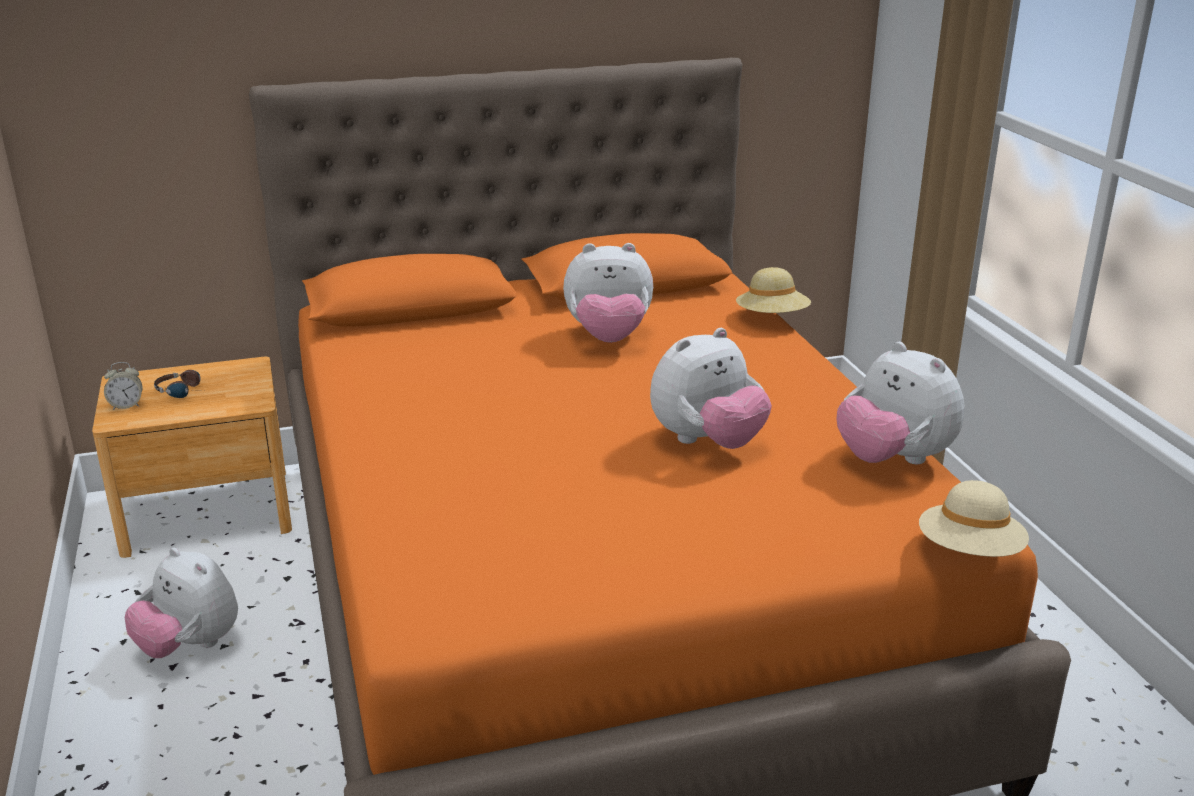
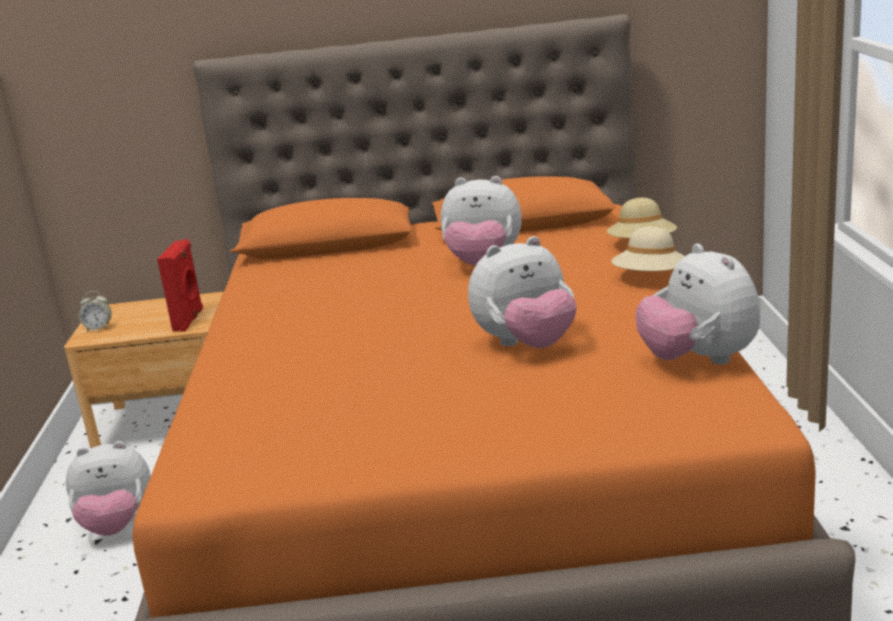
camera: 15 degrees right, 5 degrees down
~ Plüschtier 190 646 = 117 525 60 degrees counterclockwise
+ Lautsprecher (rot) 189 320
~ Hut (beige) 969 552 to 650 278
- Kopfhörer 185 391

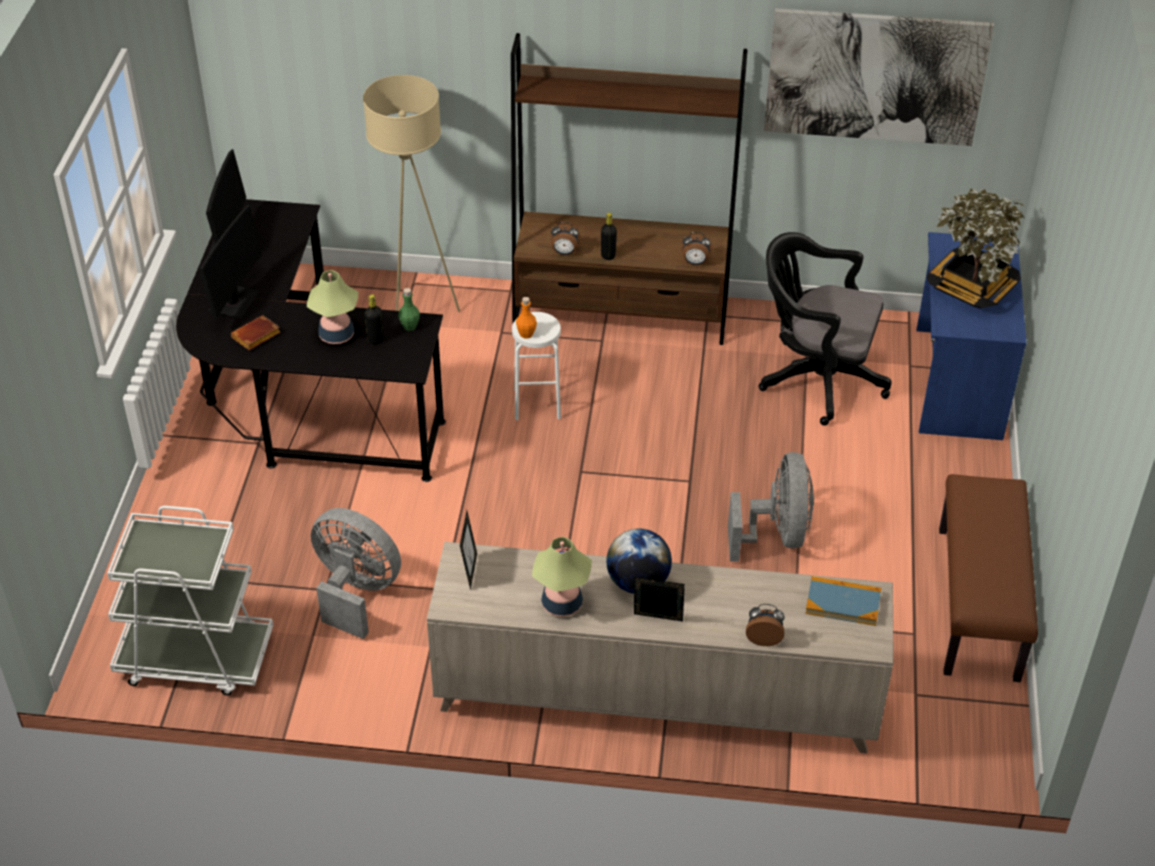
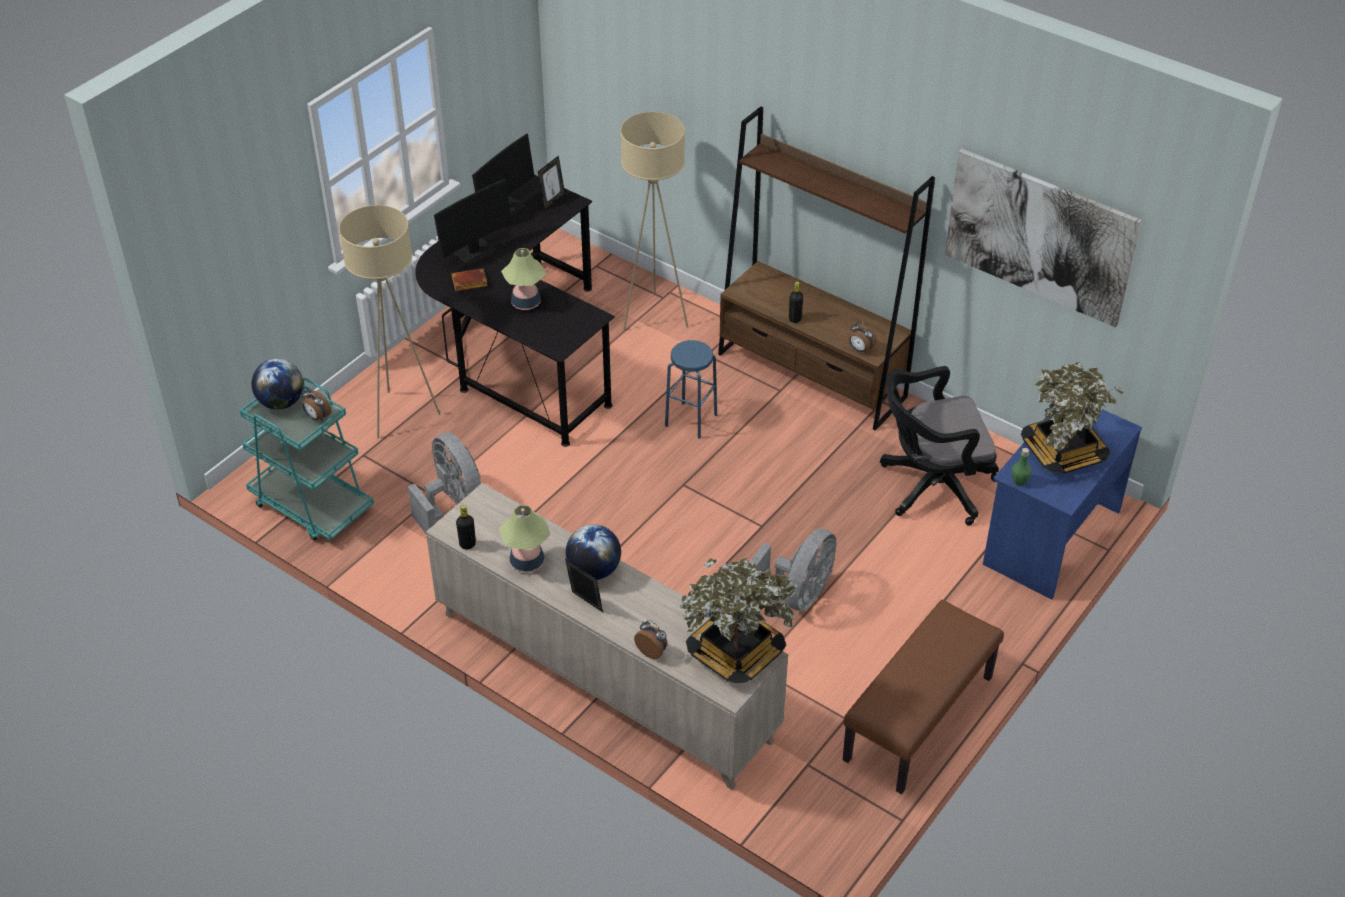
camera: 30 degrees right, 0 degrees up
~ Rollwagen (weiß) 195 658 to Rollwagen (türkis) 311 505
+ Globus 281 402
~ Wecker 565 253 to 317 417
+ Stehlampe (beige) 401 415
~ Flasche (schwarz) 375 339 to 467 544
~ Bilderrahmen 469 571 to 552 201
~ Hocker (weiß) 537 404 to Hocker (blau) 691 420
~ Buch 843 603 to Topfpflanze 735 652
~ Bürostuhl (schwarz) 815 378 = 930 487 60 degrees counterclockwise
~ Flasche (grün) 410 326 to 1019 481
- Flasche (orange) 526 334

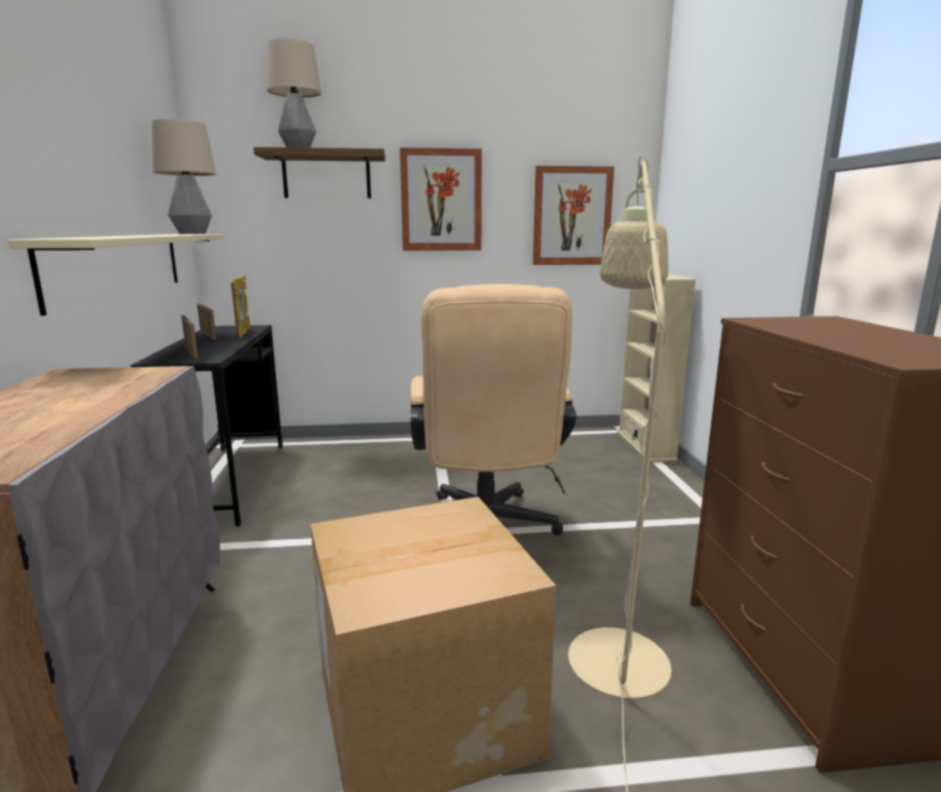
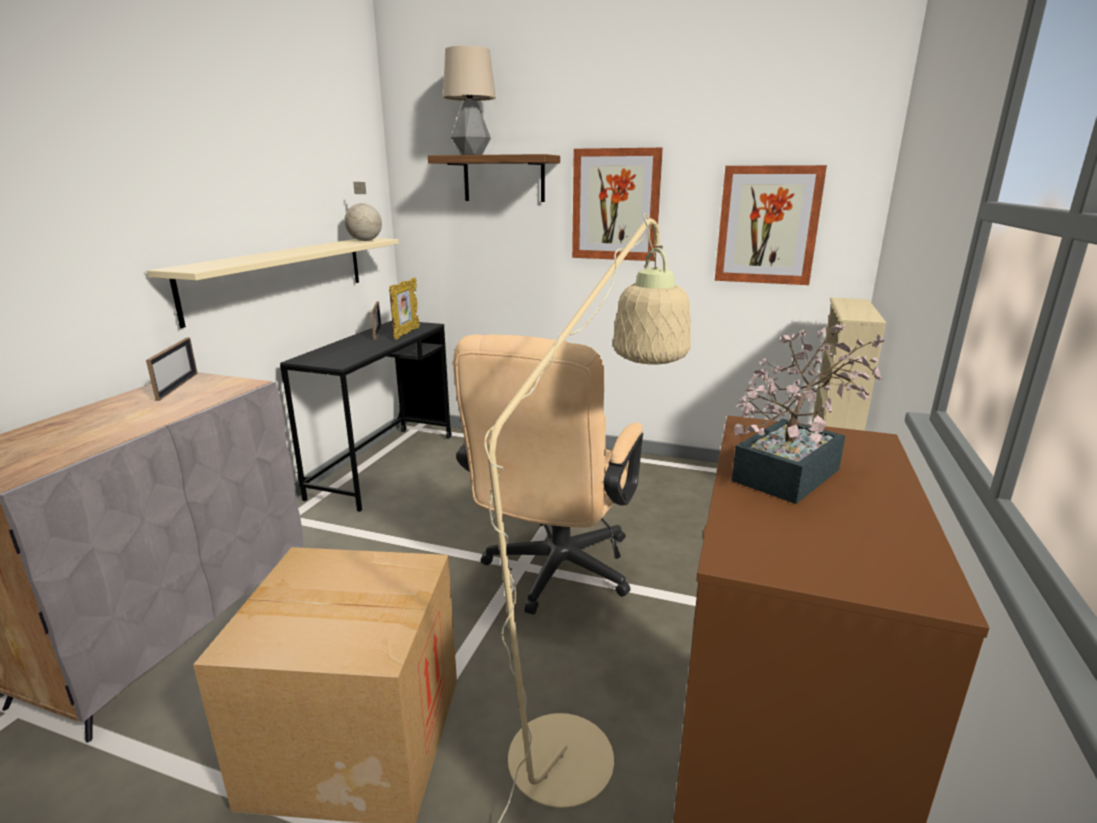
camera: 25 degrees right, 5 degrees up
~ Bilderrahmen 191 352 to 177 386
~ Tischlampe 192 233 to Globus 365 241
+ Topfpflanze 794 471

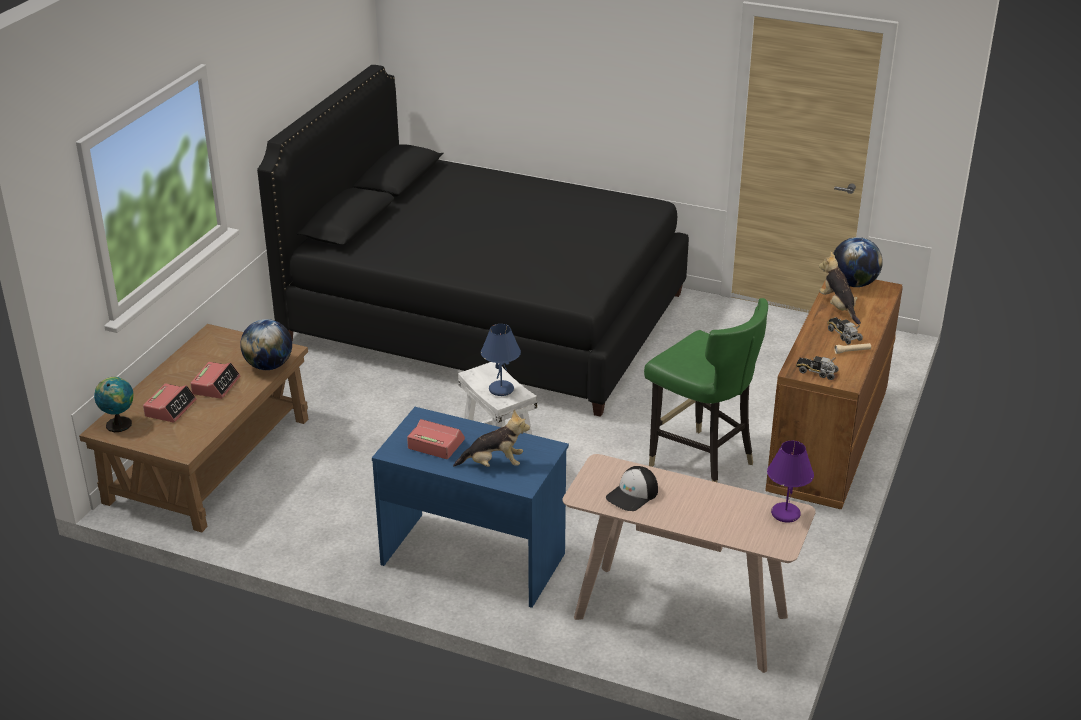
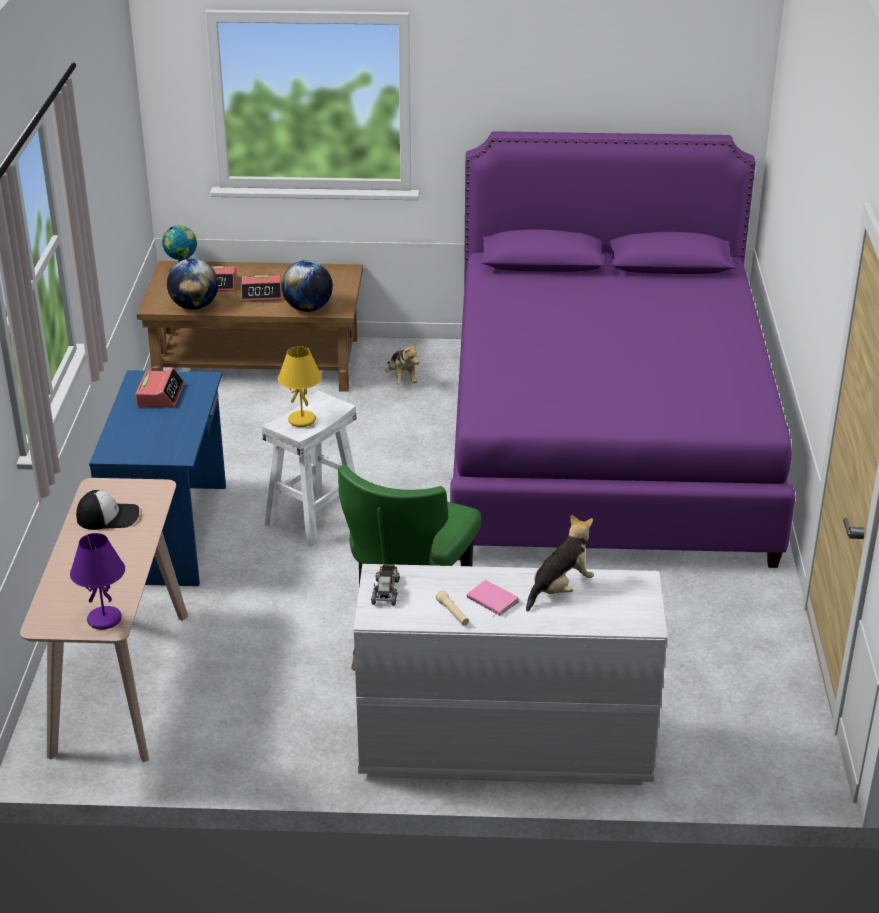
camera: 70 degrees right, 0 degrees up
~ Kappe 633 495 = 108 516 150 degrees clockwise
~ Globus 854 284 to 194 306
~ Tischlampe (blau) 501 389 to Tischlampe (gelb) 302 420
~ Kommode (braun) 827 445 to Kommode (weiß) 503 747
~ Plüschtier 494 464 to 402 379
~ Bett (schwarz) 486 317 to Bett (lila) 606 444
~ Spielzeuglaster 843 334 to Buch (rosa) 491 601

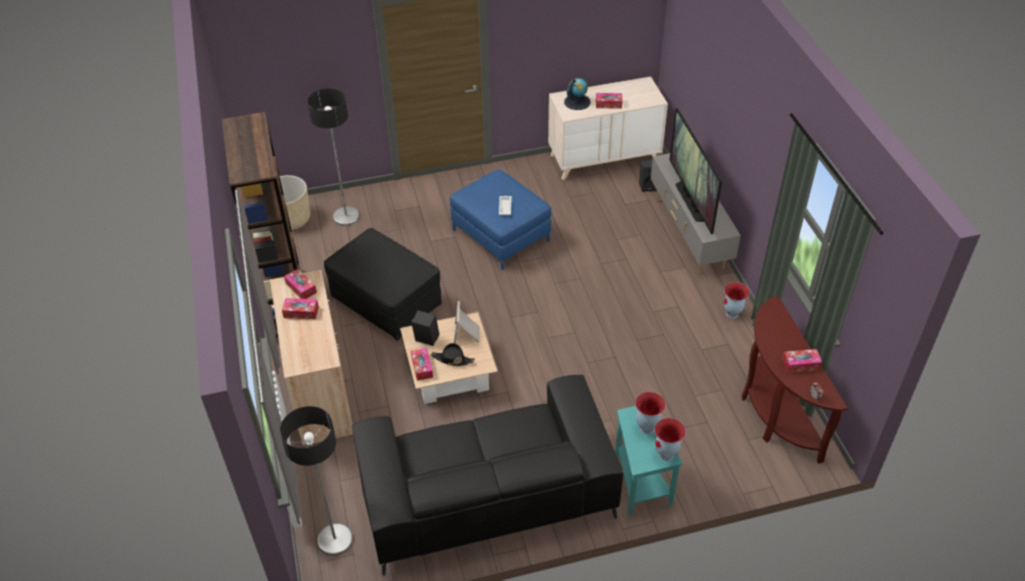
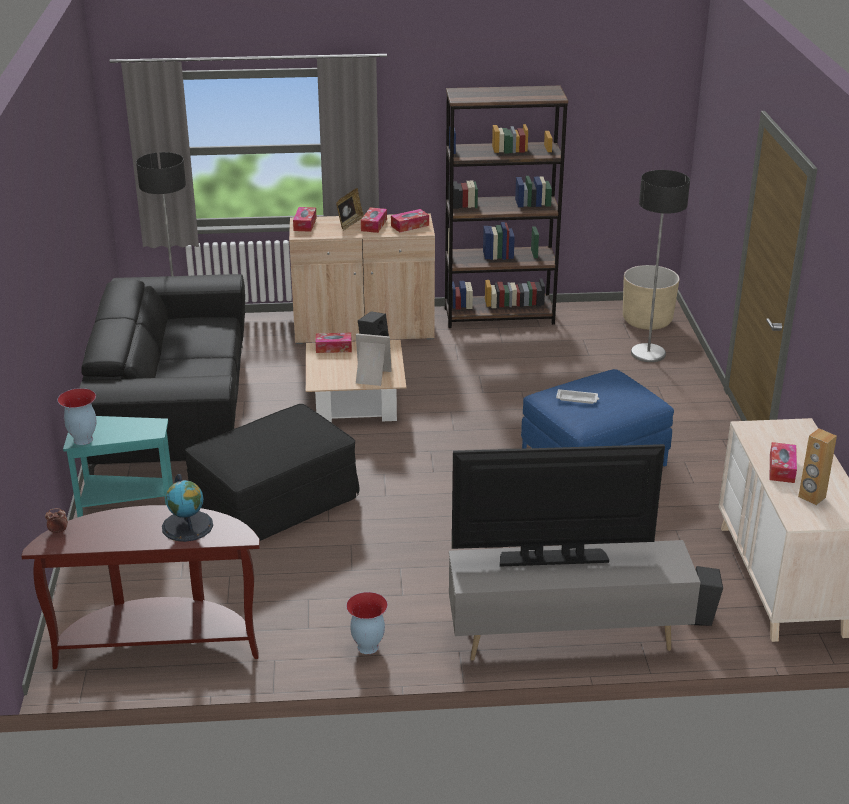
camera: 100 degrees right, 15 degrees down
~ Globus 577 102 to 187 526
~ Polsterhocker (schwarz) 386 300 to 275 504
~ Taschentuchbox 800 364 to 305 224
+ Bilderrahmen 349 223
+ Lautsprecher (braun) 811 497
- Hut (schwarz) 452 359
- Vase 646 427

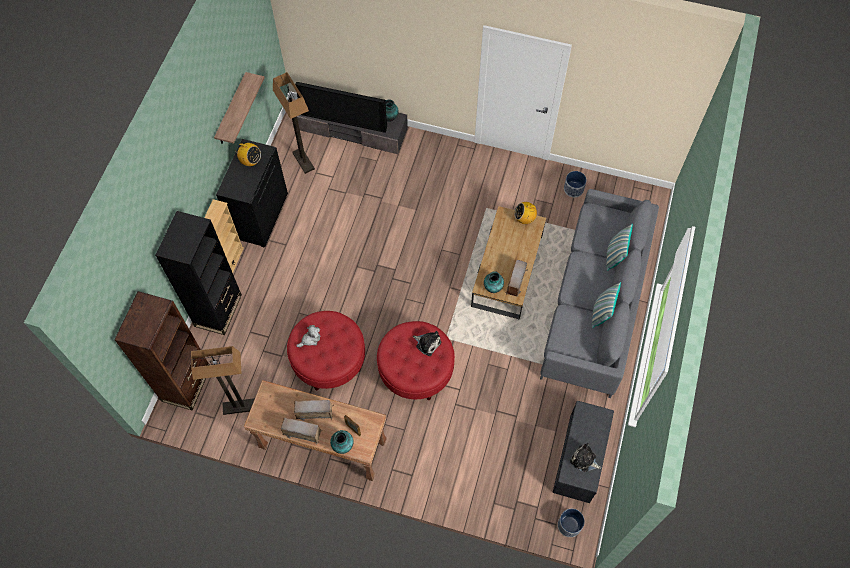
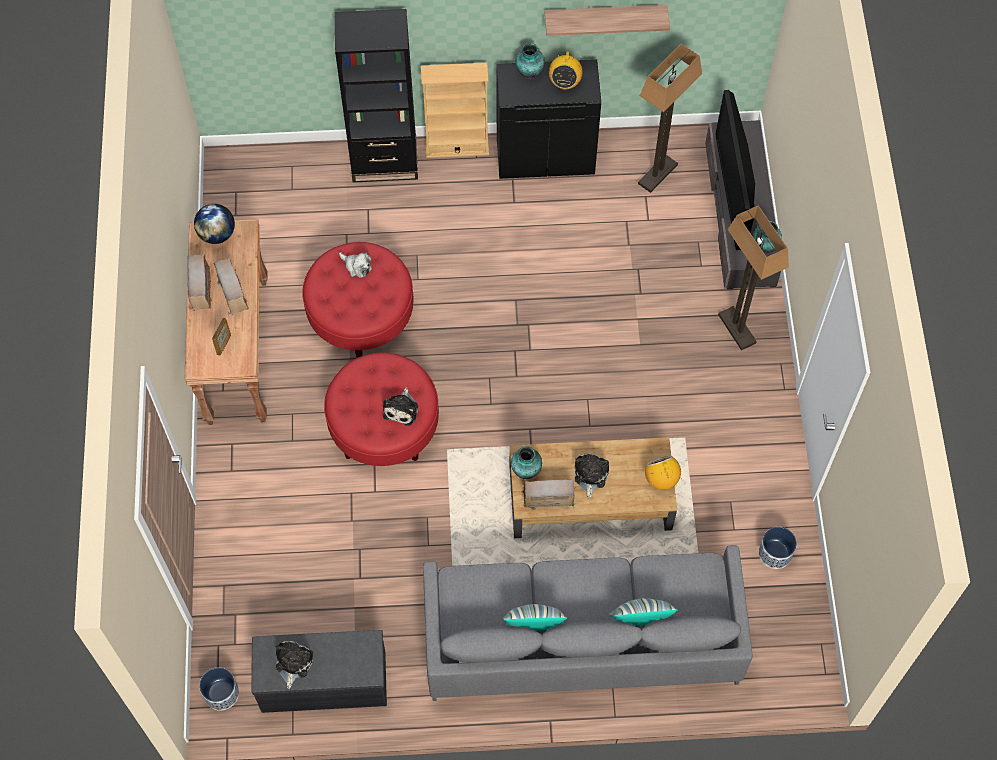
camera: 70 degrees right, 0 degrees up
+ Globus 217 234
~ Vase 342 446 to 529 72
+ Plüschtier 590 475
~ Stehlampe 239 406 to 737 329
- Bücherregal (braun) 186 384

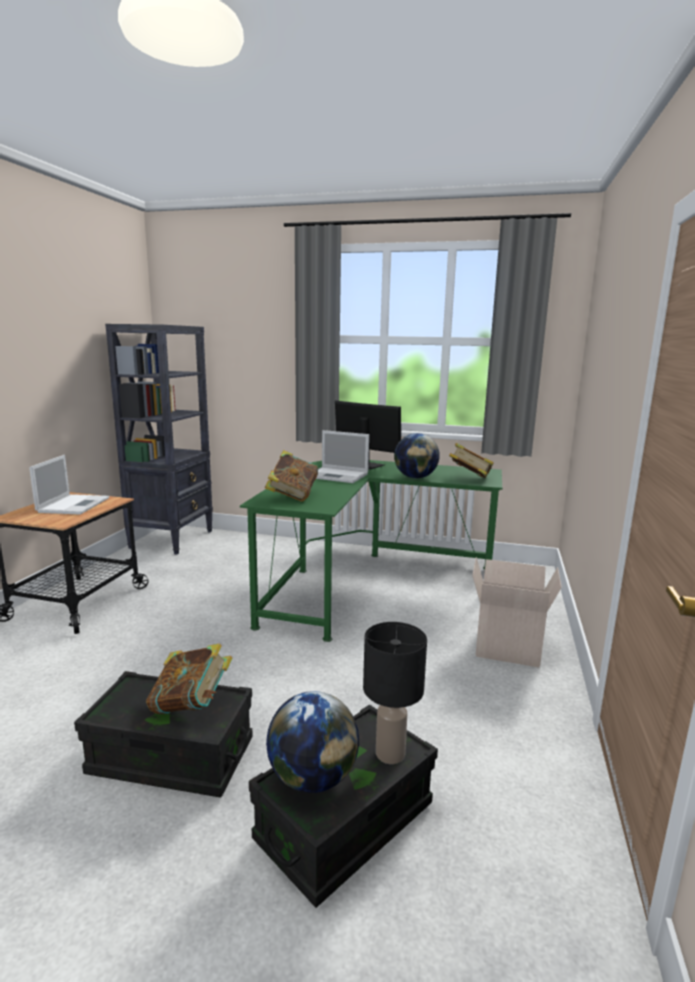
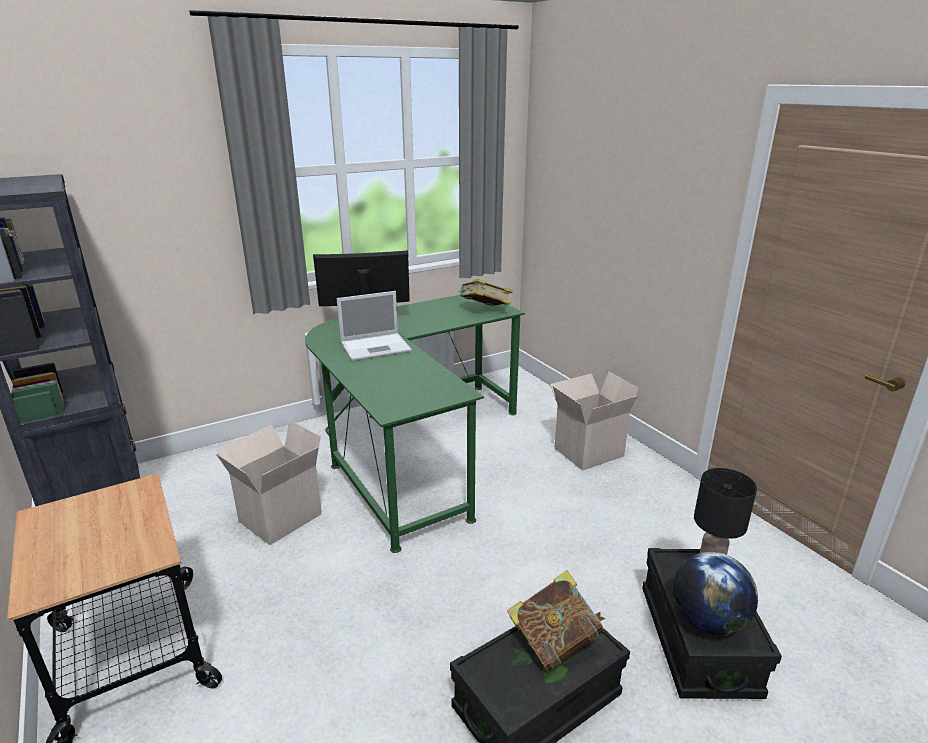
camera: 45 degrees left, 10 degrees up
+ Karton 280 516
- Laptop 74 504
- Buch 292 496
- Globus 415 477

